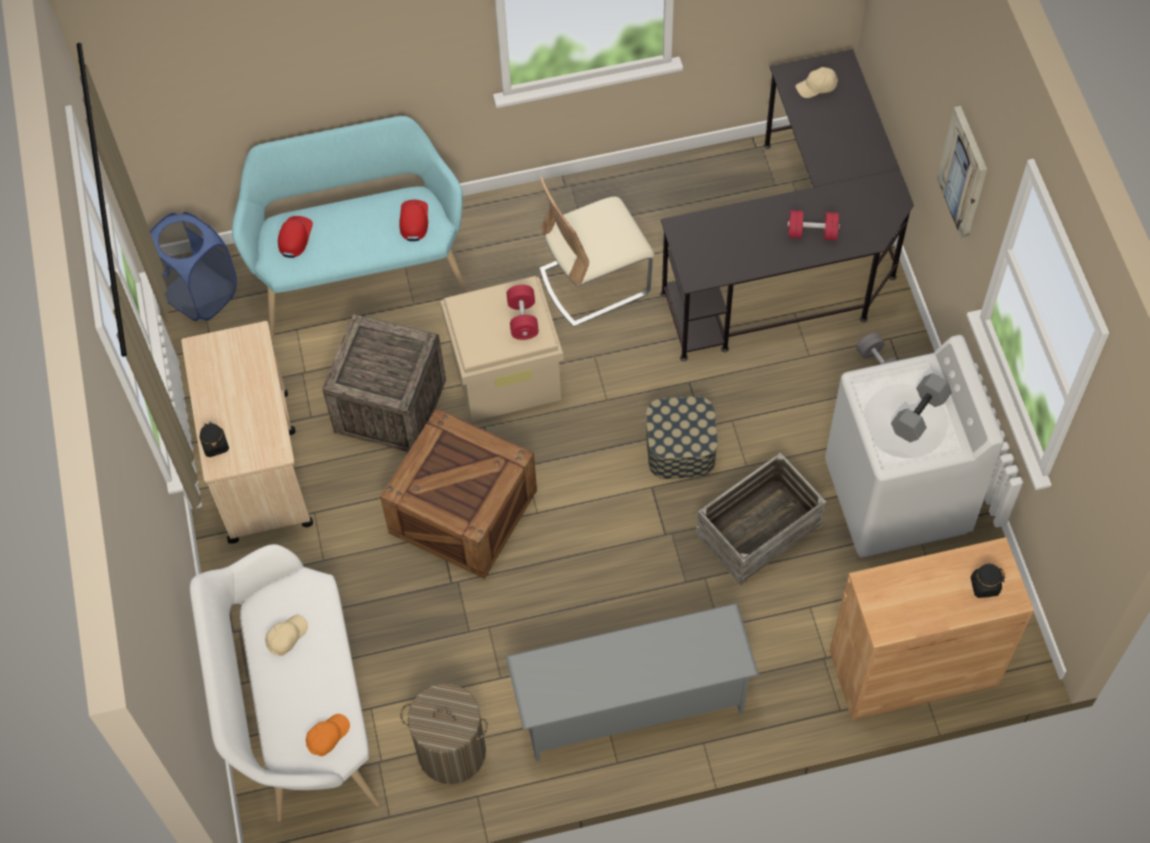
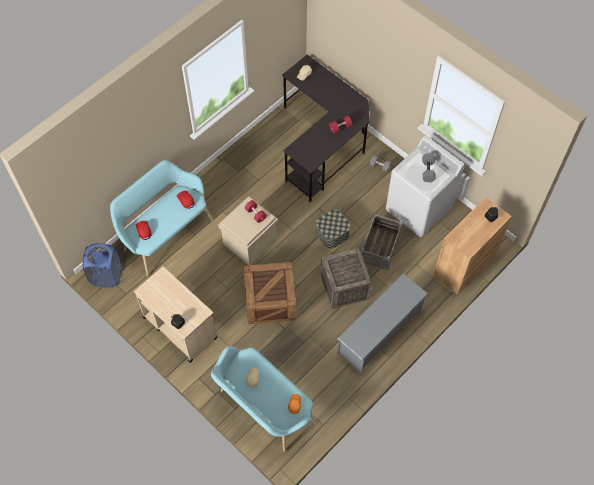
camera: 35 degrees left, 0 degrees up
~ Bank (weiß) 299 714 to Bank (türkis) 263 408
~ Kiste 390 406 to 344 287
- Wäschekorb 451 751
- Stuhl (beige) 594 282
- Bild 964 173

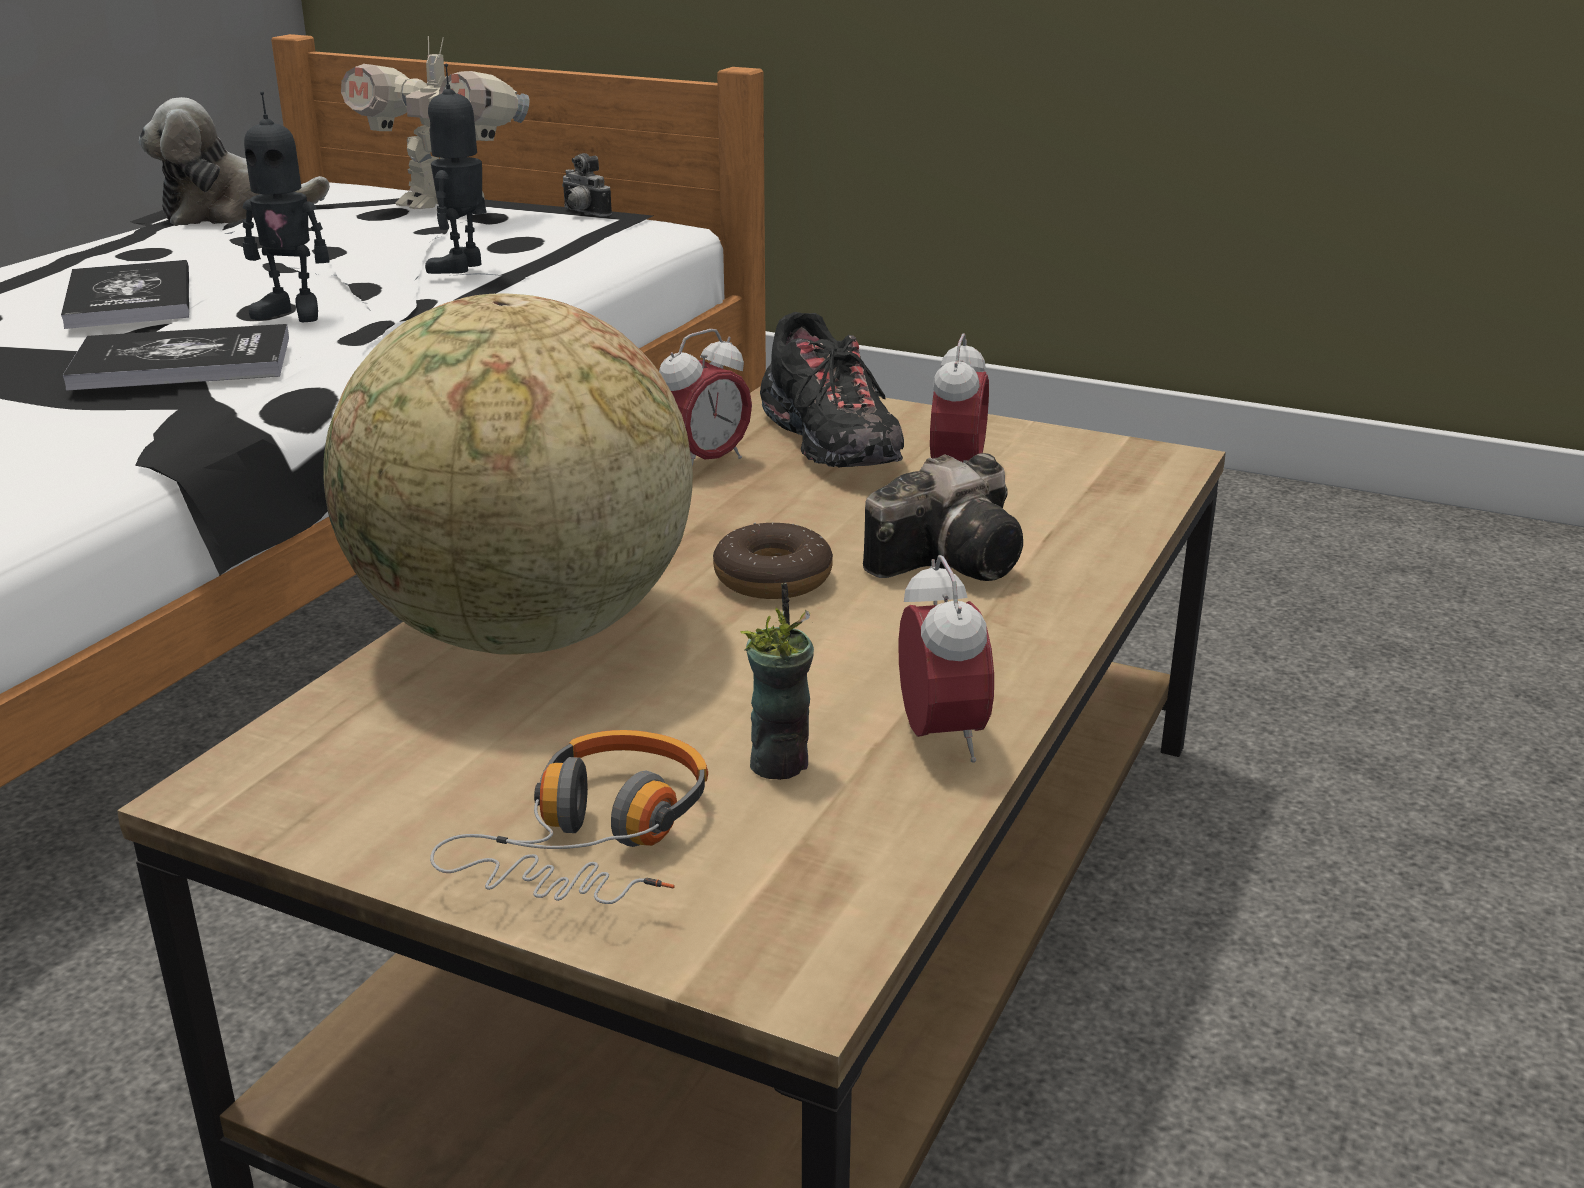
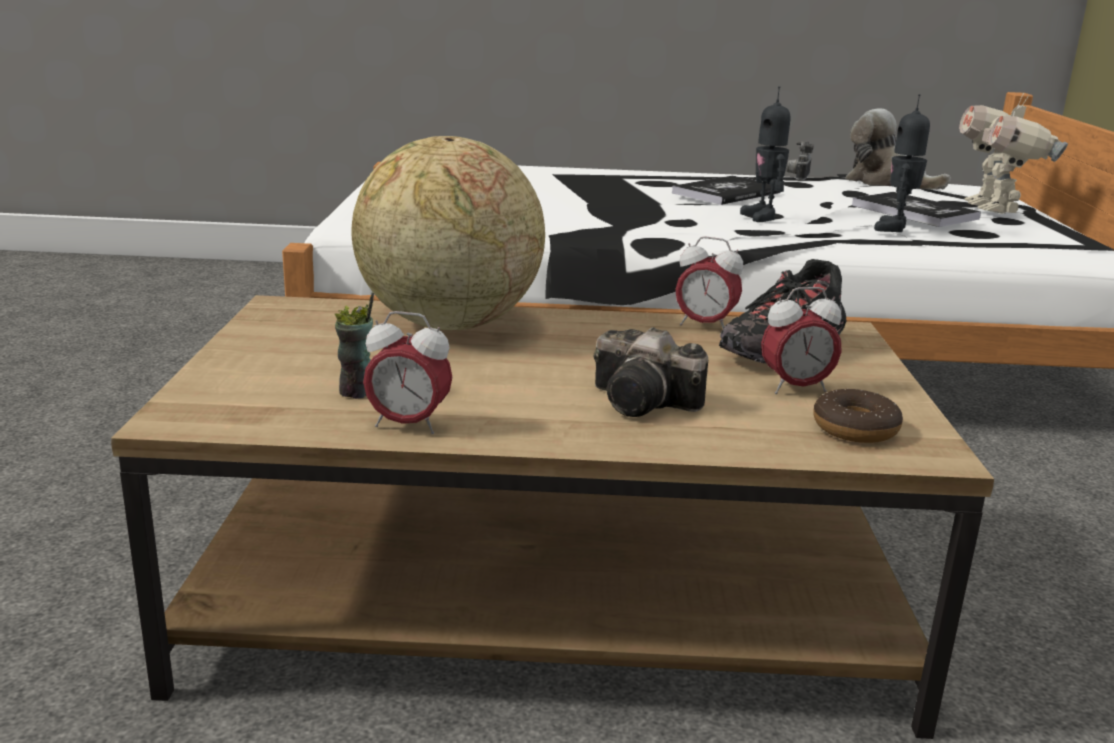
camera: 65 degrees right, 5 degrees down
~ Wecker 940 738 = 408 425 45 degrees clockwise
~ Kamera 582 214 to 797 177
~ Donut 773 578 to 855 428
~ Buch 182 362 to 914 212
~ Spielzeugroboter 463 267 = 895 228 60 degrees counterclockwise
- Kopfhörer 597 843

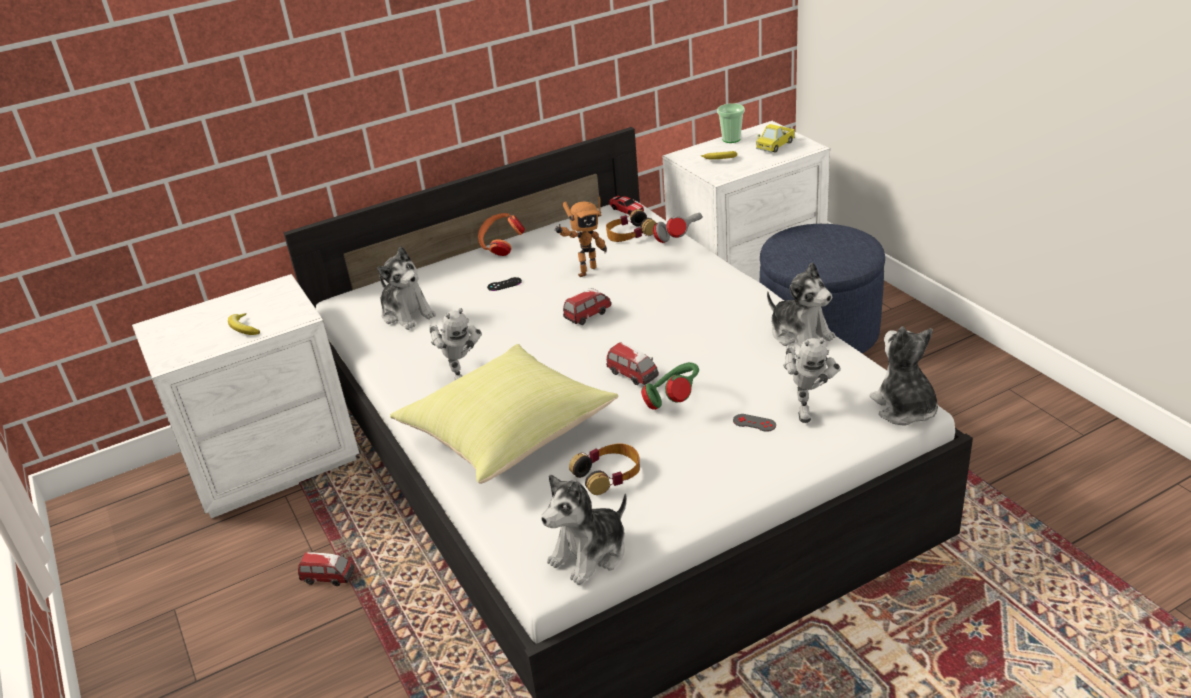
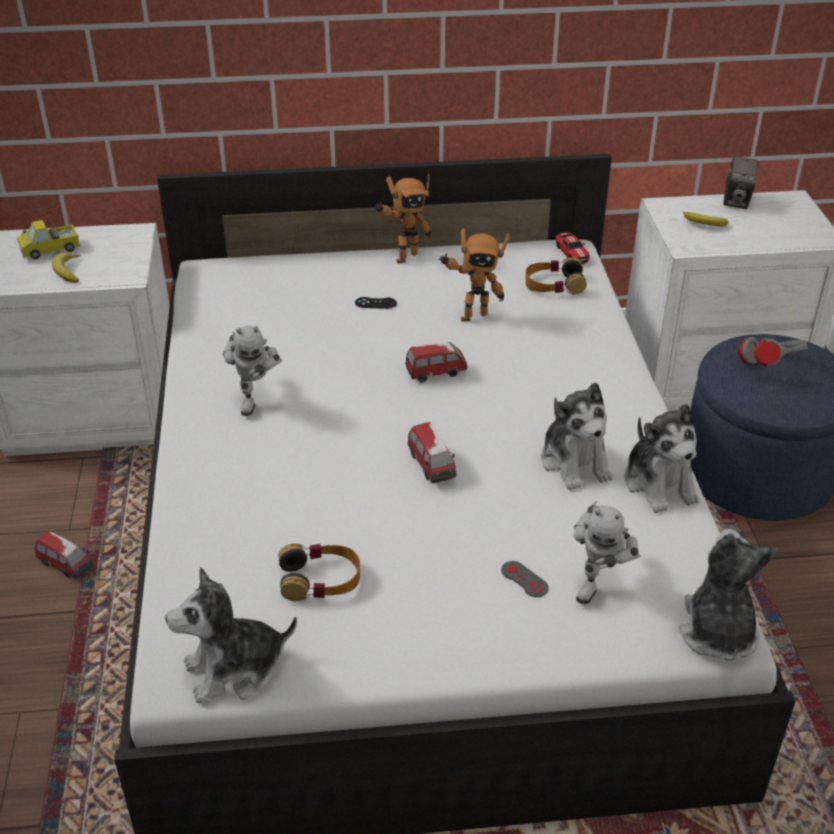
camera: 20 degrees right, 5 degrees up
~ Spielzeuglaster 775 146 to 50 250
~ Kopfhörer (orange) 501 247 to Spielzeugroboter 404 256
~ Plüschtier 407 314 to 575 462
~ Tasse 731 139 to Kamera 736 201
~ Kopfhörer (grau) 680 240 to 770 367
- Kissen (gelb) 508 434
- Kopfhörer (grün) 673 400

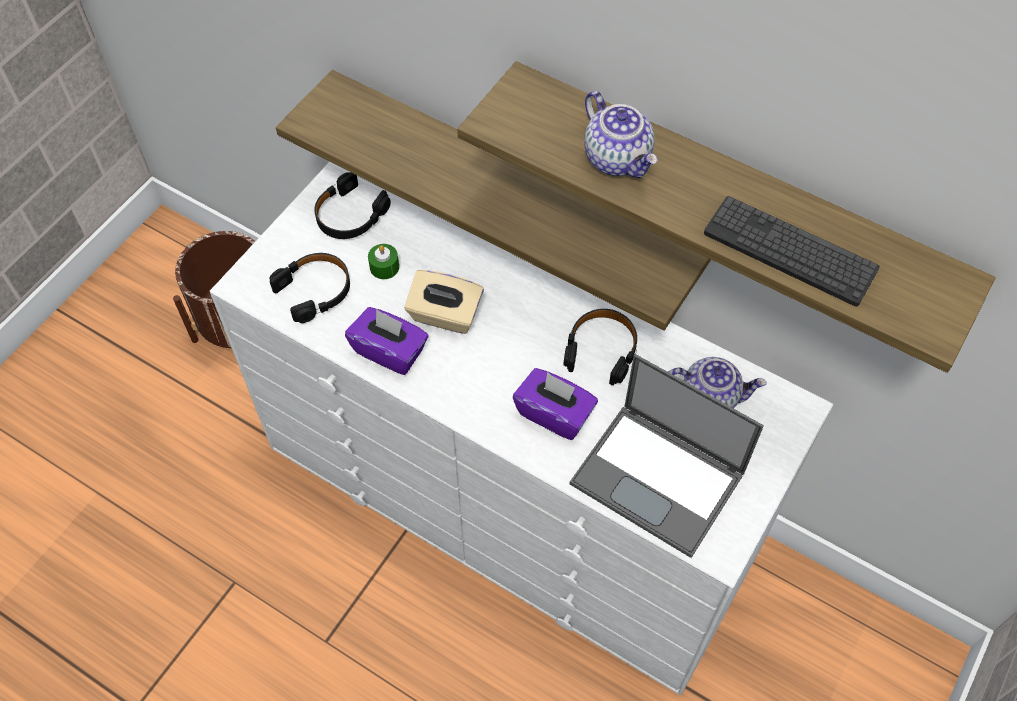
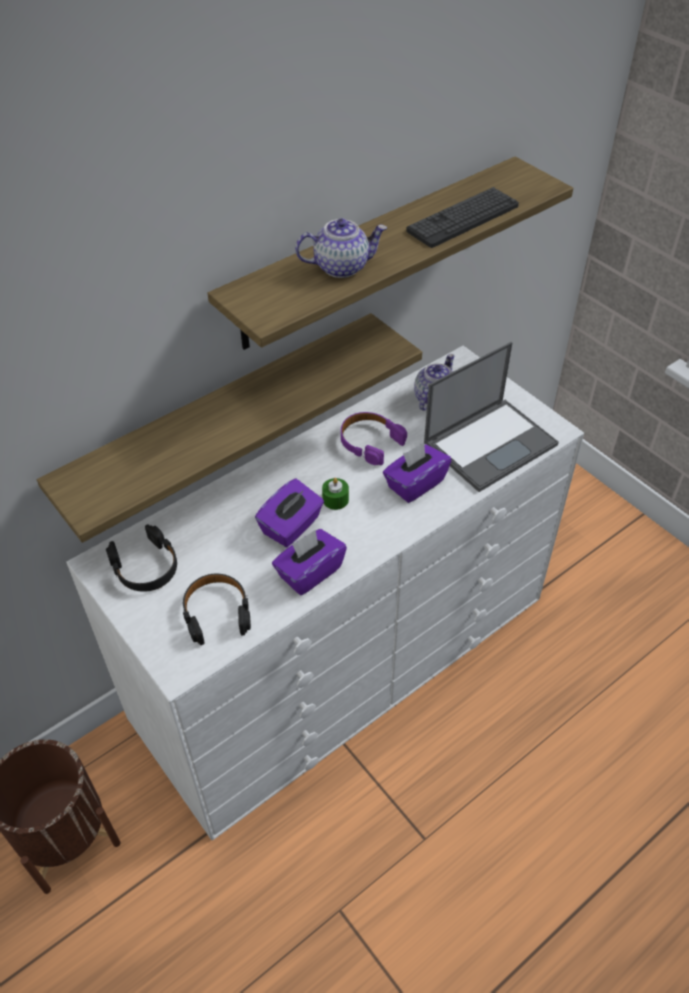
camera: 70 degrees left, 10 degrees down
~ Taschentuchbox (beige) 445 315 to Taschentuchbox (lila) 291 526
~ Kerze (grün) 384 267 to 335 499
~ Kopfhörer (schwarz) 601 350 to Kopfhörer (lila) 370 442

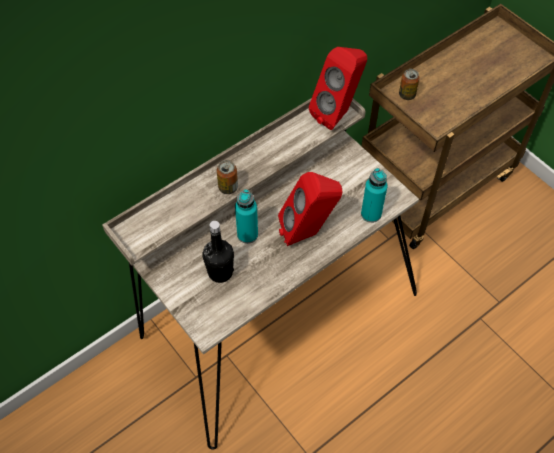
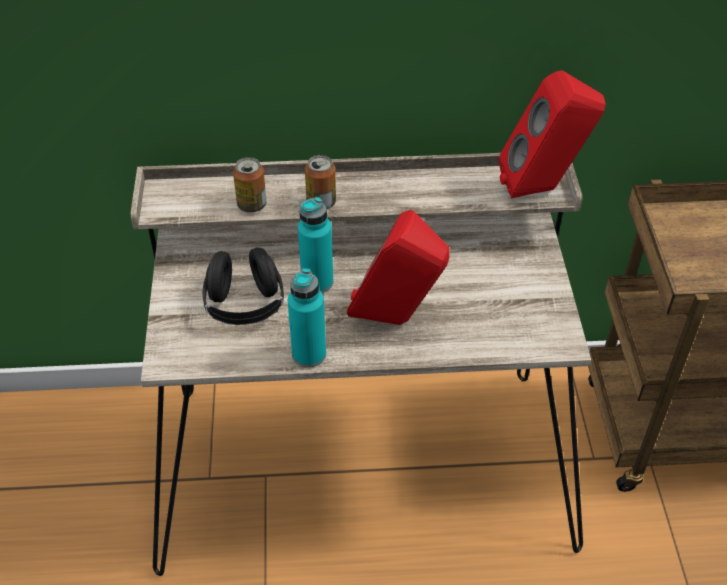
camera: 35 degrees right, 10 degrees down
~ Flasche (schwarz) 220 272 to Kopfhörer (schwarz) 245 306
~ Dose 407 95 to 252 205
~ Flasche (türkis) 371 214 to 309 354

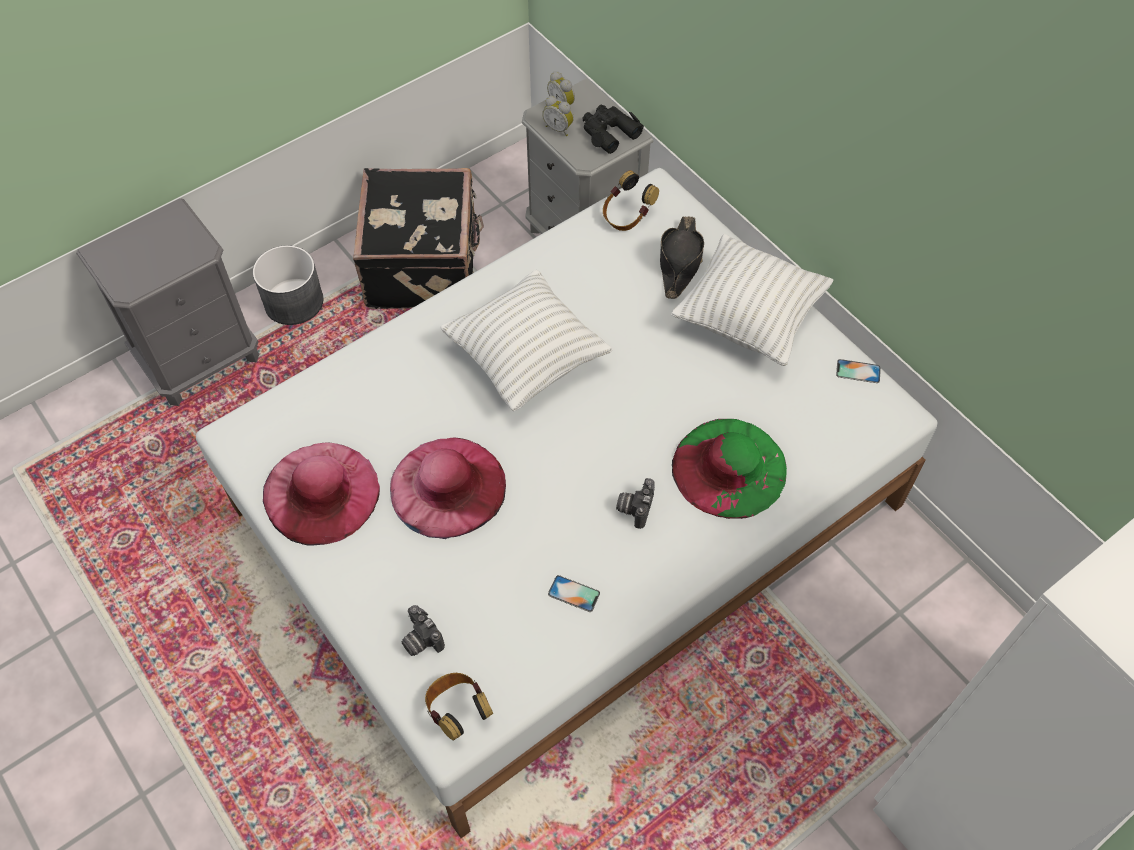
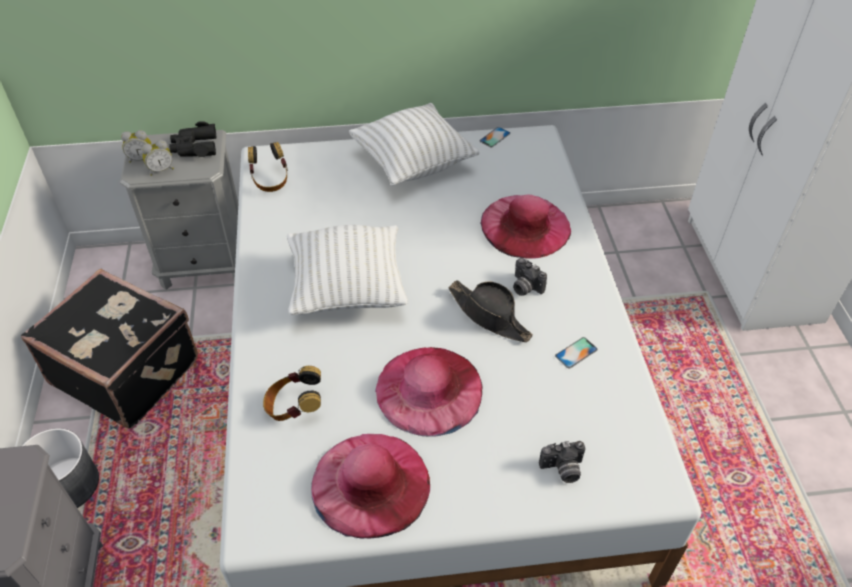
camera: 60 degrees left, 10 degrees down
~ Kopfhörer 457 710 to 294 407
~ Hut (schwarz) 679 262 to 489 316
~ Hut (grün) 729 468 to Hut (rosa) 525 226

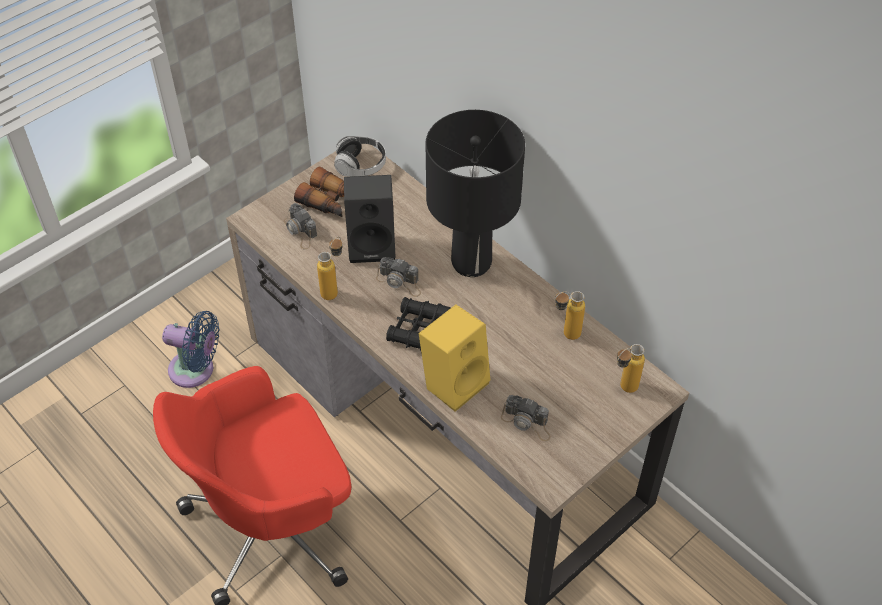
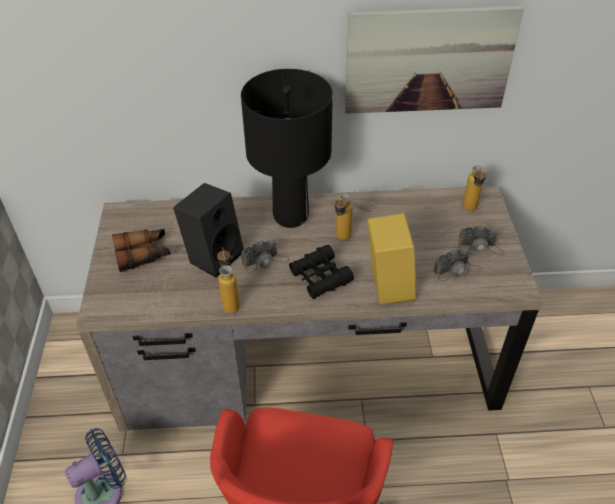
camera: 50 degrees left, 5 degrees down
~ Flasche 565 335 to 341 239
+ Bild 428 60
~ Kamera 300 231 to 480 247
- Kopfhörer 360 165

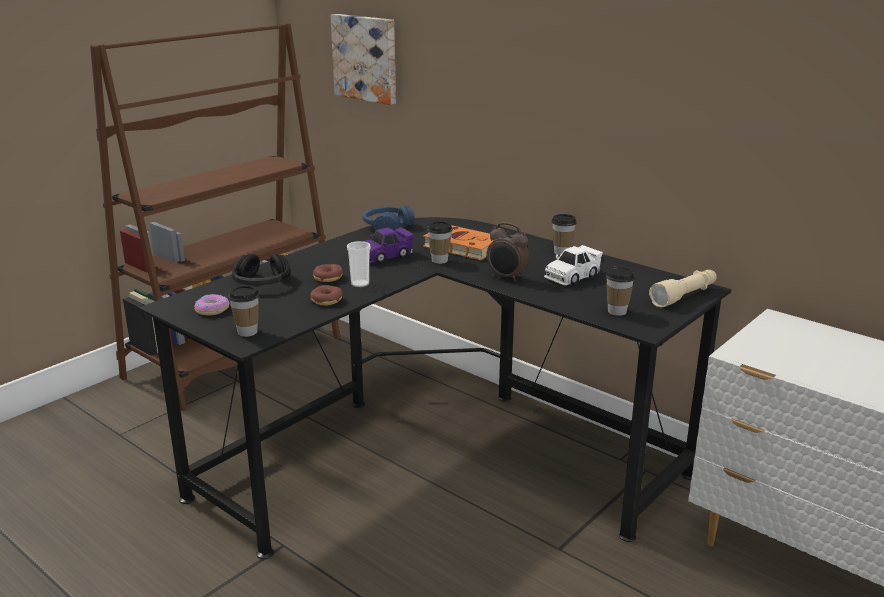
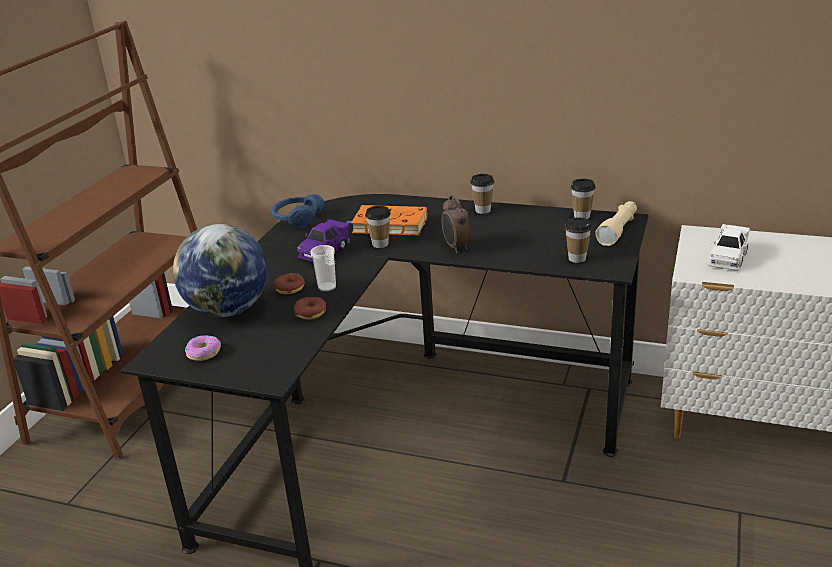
camera: 20 degrees left, 5 degrees up
~ Kopfhörer (schwarz) 261 283 to Globus 228 310
~ Wecker 506 277 = 456 247 60 degrees clockwise
~ Tasse 247 332 to 582 216
~ Spielzeugauto (weiß) 572 276 to 728 258
- Bild 366 58

